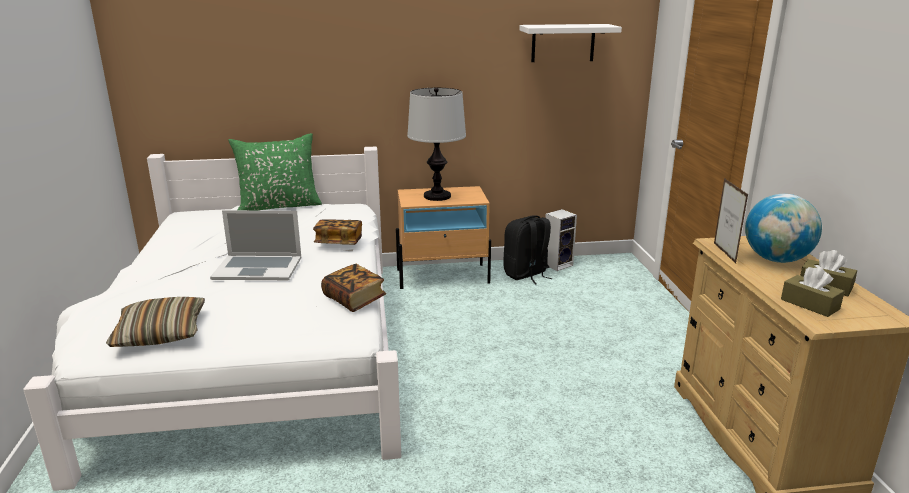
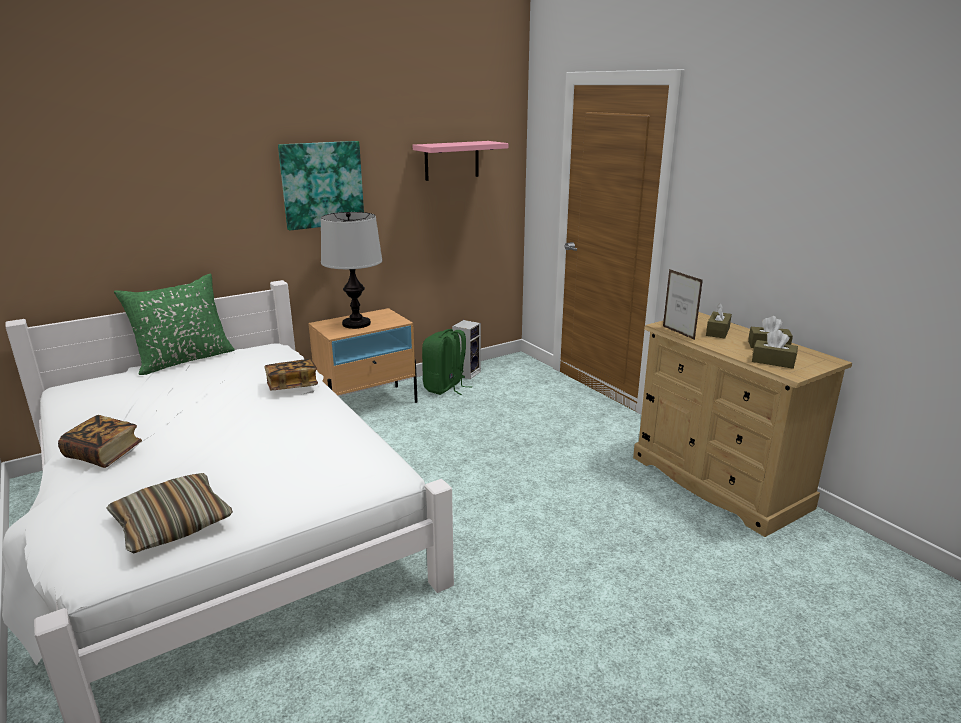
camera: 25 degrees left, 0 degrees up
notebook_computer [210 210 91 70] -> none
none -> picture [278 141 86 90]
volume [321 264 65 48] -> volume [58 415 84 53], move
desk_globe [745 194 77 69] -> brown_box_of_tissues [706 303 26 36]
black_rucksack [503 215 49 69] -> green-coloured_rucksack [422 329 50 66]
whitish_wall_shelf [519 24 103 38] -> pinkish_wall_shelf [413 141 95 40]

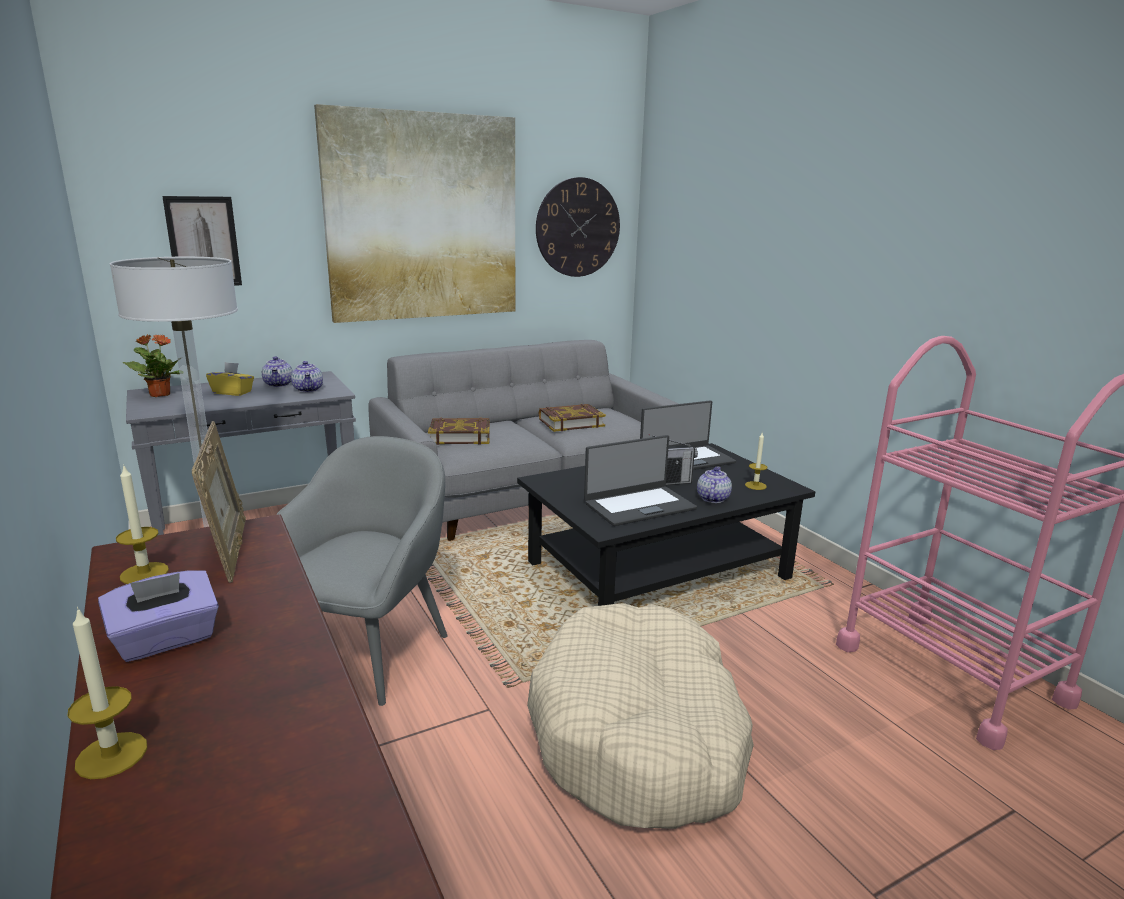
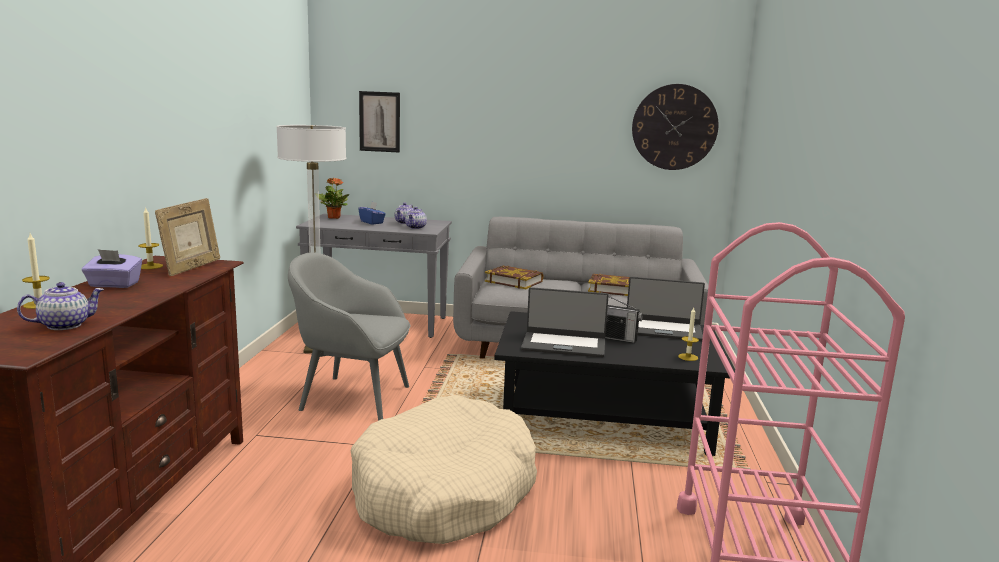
camera: 35 degrees right, 5 degrees down
picture [314 104 201 219] -> none
teapot [697 466 35 37] -> teapot [17 282 87 48], move
yellow_box_of_tissues [206 362 48 34] -> blue-coloured_box_of_tissues [358 202 28 23]
grey_easy_chair [276 436 172 270] -> grey_easy_chair [288 252 123 168], 135 degrees counterclockwise

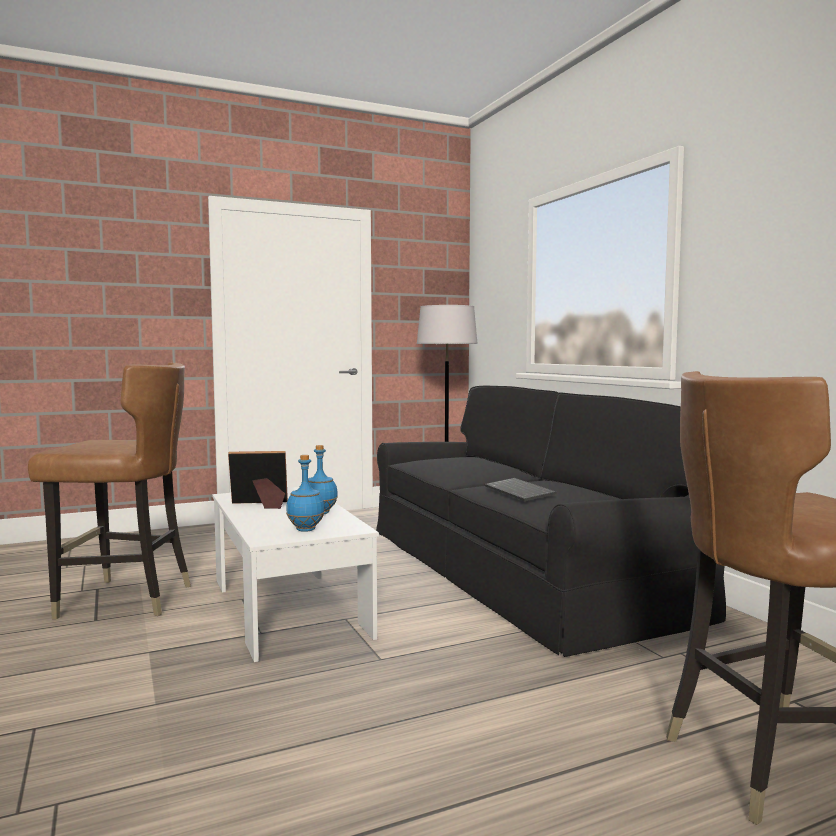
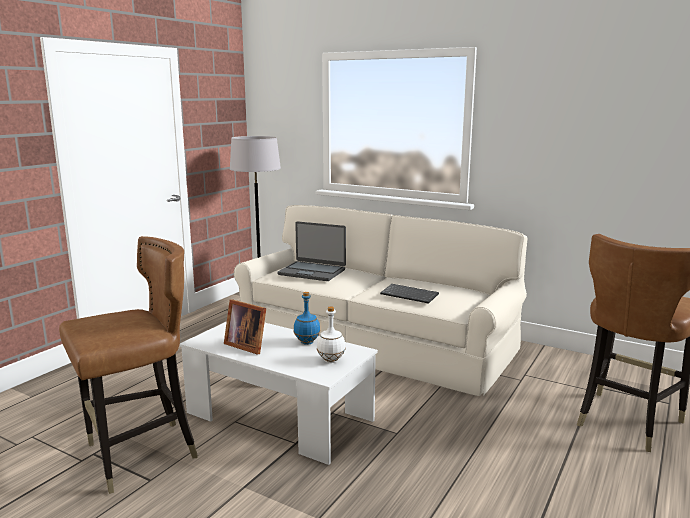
camera: 35 degrees left, 10 degrees up
none -> notebook_computer [277 221 69 60]
blue-coloured_beverage_bottle [286 455 39 77] -> whitish_beverage_bottle [317 307 28 56]
black_couch [376 386 350 271] -> beige-coloured_couch [234 205 293 191]
photo_frame [228 451 60 58] -> photo_frame [224 299 42 56], 105 degrees counterclockwise

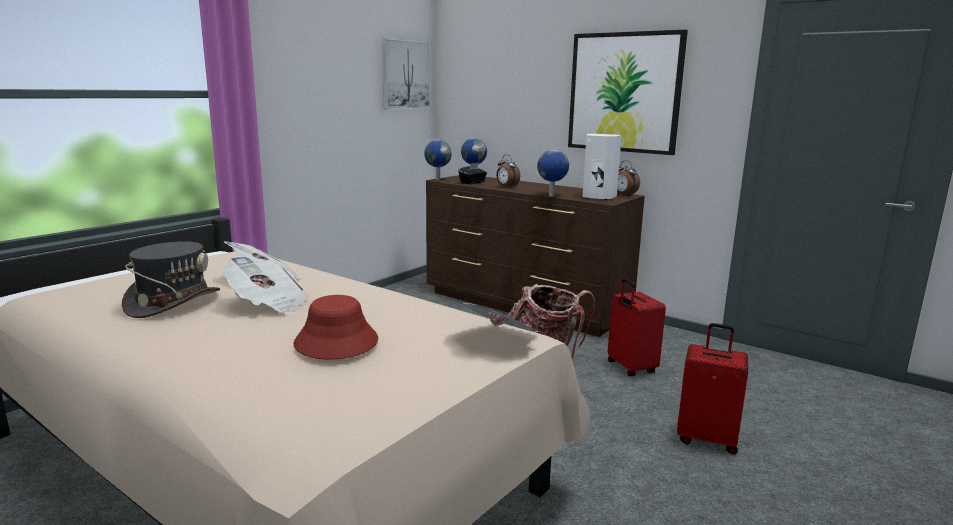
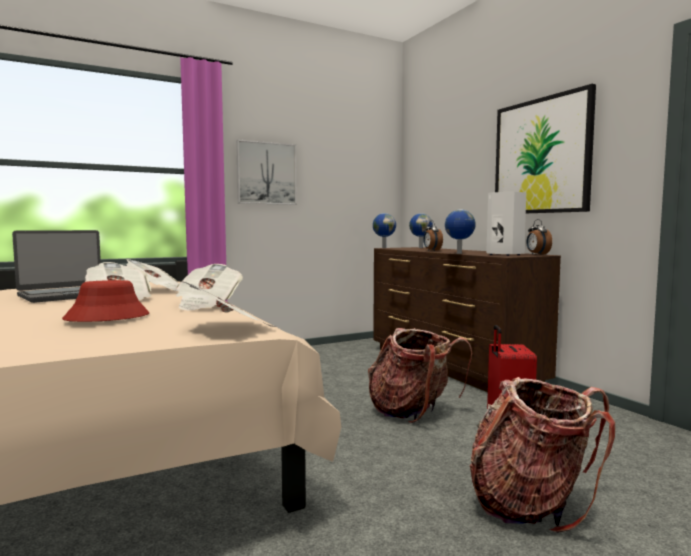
camera: 25 degrees right, 10 degrees down
black_box_of_tissues [458 163 29 21] -> none
none -> printed_paper [176 264 67 46]
picture [382 38 49 72] -> picture [236 140 61 65], move
grey_hat [122 241 98 77] -> notebook_computer [12 230 89 73]
red_suitcase [677 323 71 132] -> rucksack [470 377 145 156]

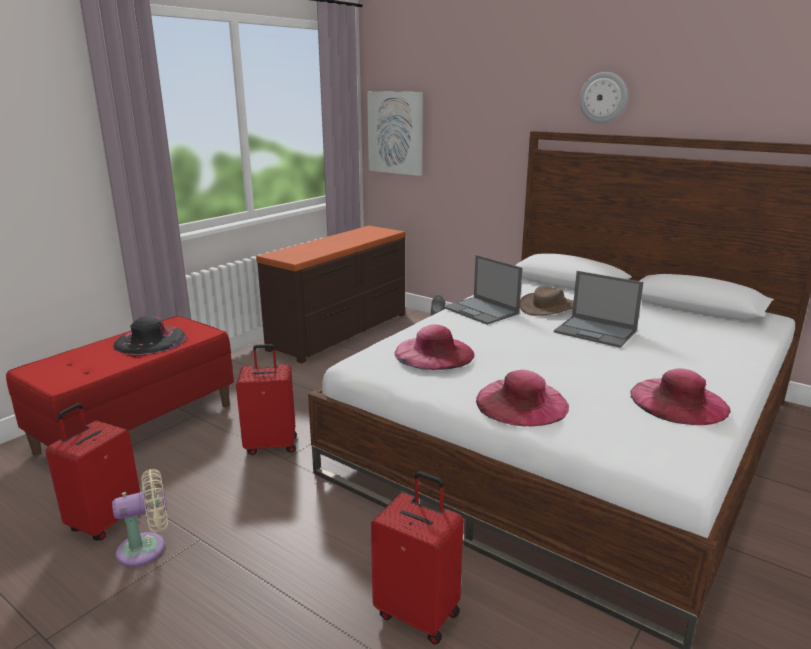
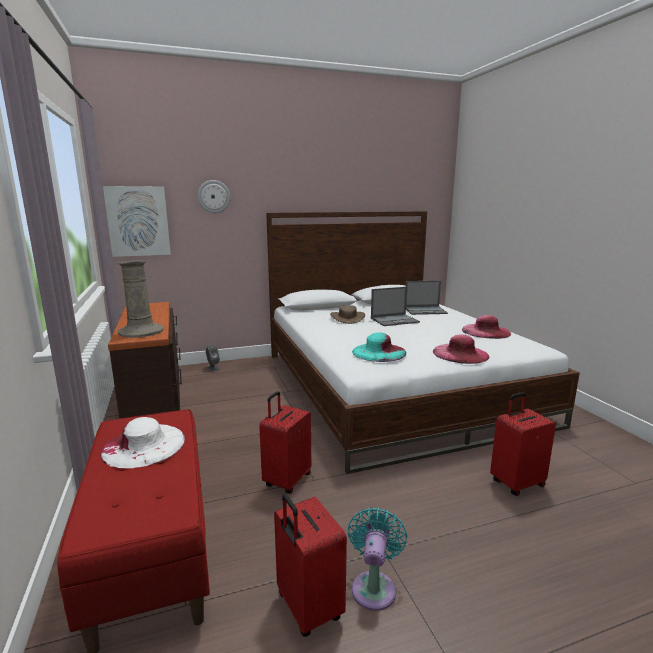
camera: 55 degrees left, 5 degrees down
none -> beige-coloured_vase [118 261 46 77]
notebook_computer [443 255 79 70] -> notebook_computer [406 281 42 34], move
hanging_clock [580 72 47 51] -> hanging_clock [198 180 33 33], move
beige-coloured_fan [112 469 56 98] -> turquoise-coloured_fan [348 507 59 104]
black_hat [113 316 74 39] -> whitish_hat [100 417 85 51]
pinkish_hat [395 324 80 46] -> turquoise-coloured_hat [352 332 54 30]

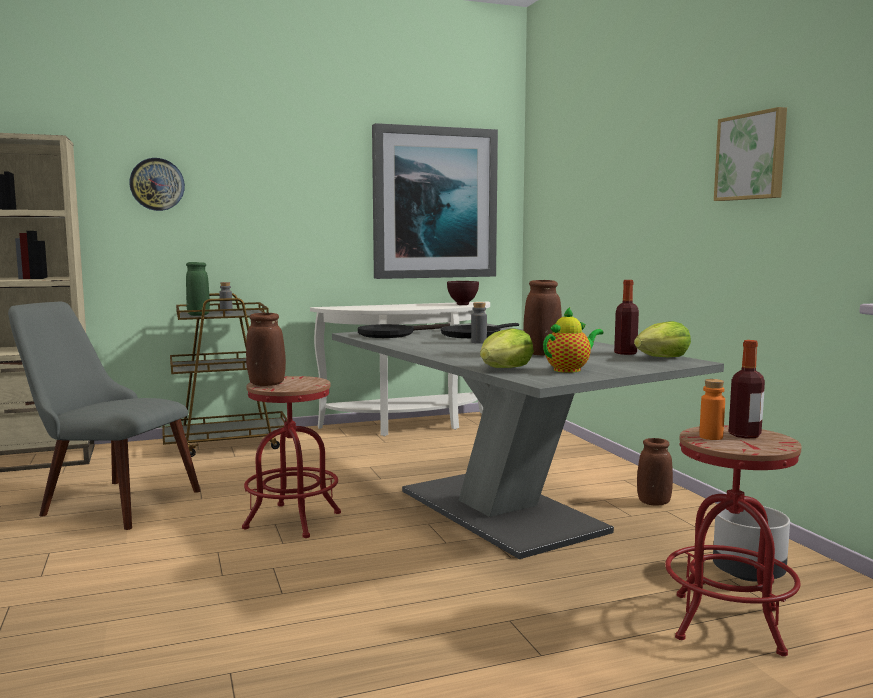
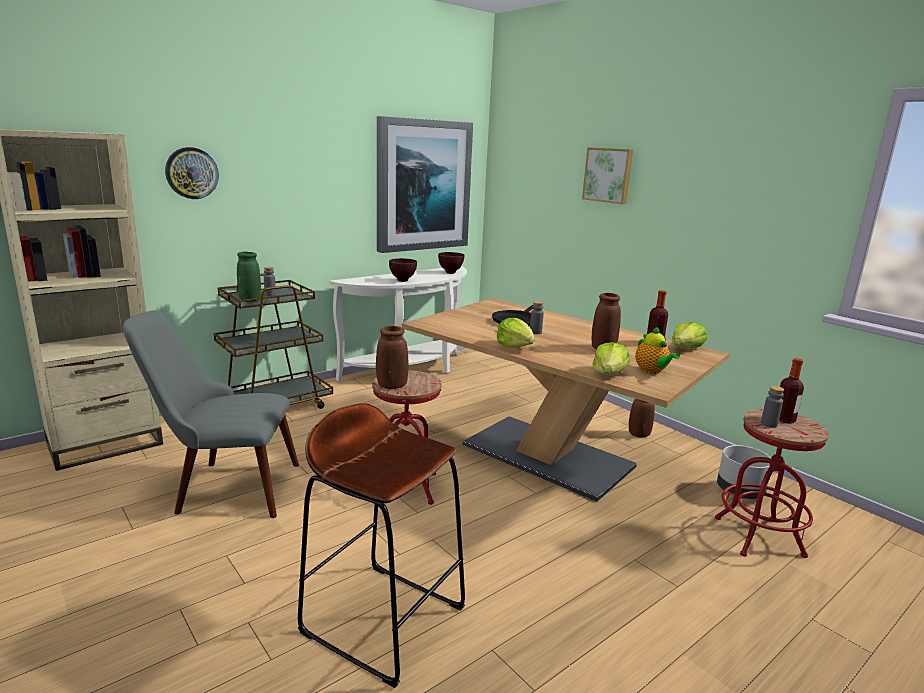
camera: 20 degrees left, 10 degrees up
black_frying_pan [358 323 92 15] -> none
none -> brown_stool [298 403 167 285]
none -> brown_bowl [389 258 28 24]
none -> lettuce [497 318 38 29]
picture [714 107 73 94] -> picture [582 147 51 57], move
grey_kitchen_table [332 323 392 236] -> brown_kitchen_table [402 298 328 203]
orange-coloured_beverage_bottle [699 379 26 61] -> grey_beverage_bottle [761 386 23 42]
teapot [543 307 61 66] -> teapot [635 326 45 48], 120 degrees clockwise

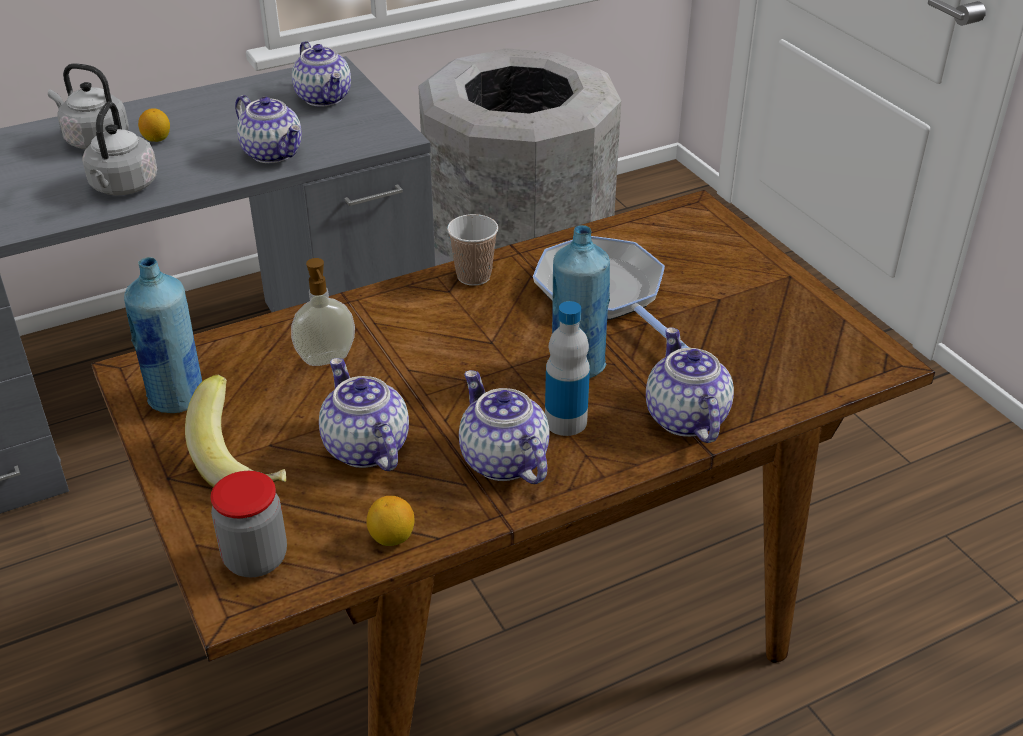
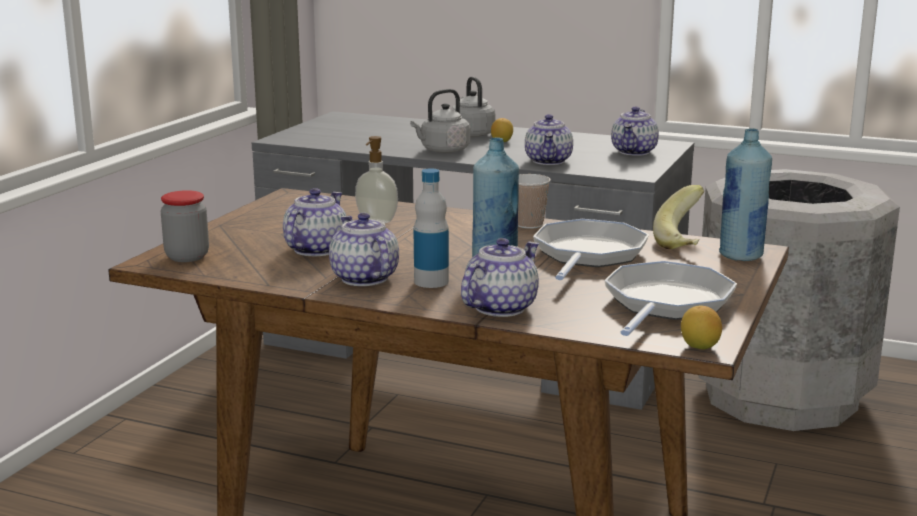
camera: 50 degrees right, 20 degrees down
none -> frying_pan [605 261 132 75]
blue-coloured_beverage_bottle [124 257 78 156] -> blue-coloured_beverage_bottle [719 128 53 133], move
whole_banana [185 375 101 112] -> whole_banana [653 185 51 64], move
citrus_fruit [367 496 48 50] -> citrus_fruit [681 306 41 43], move
teapot [459 370 90 114] -> teapot [329 213 70 73], 45 degrees counterclockwise

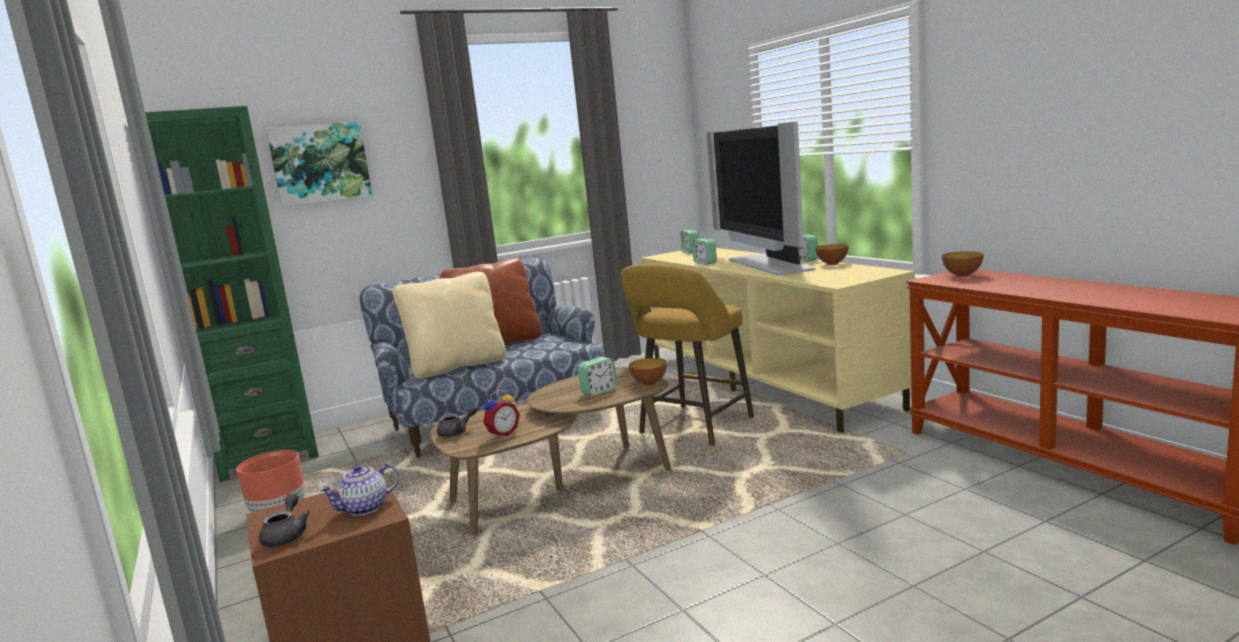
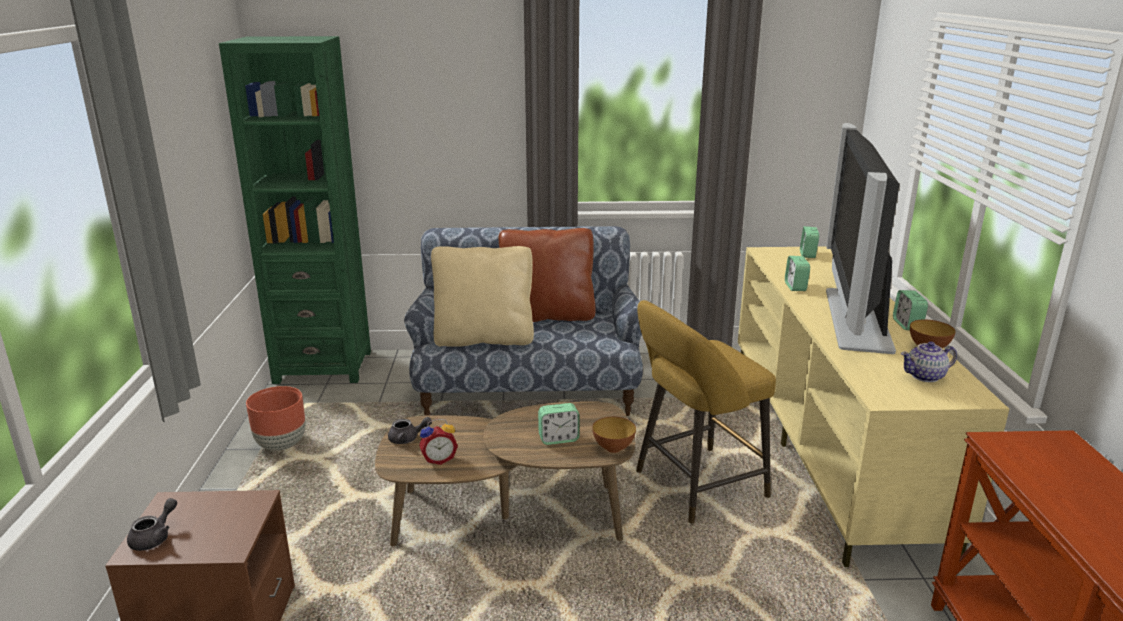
camera: 25 degrees right, 10 degrees up
picture [266 121 107 86] -> none
bowl [942 252 42 25] -> none
teapot [319 463 80 53] -> teapot [901 341 56 41], move

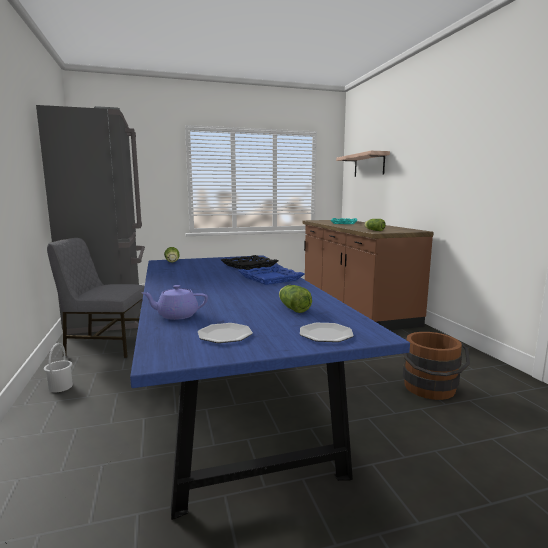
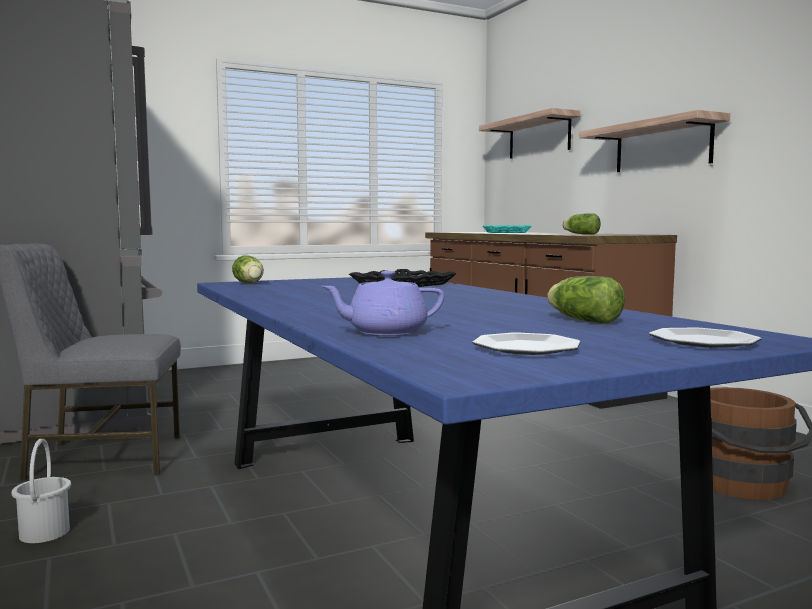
camera: 10 degrees left, 5 degrees down
blue-coloured_serving_tray [238 265 67 20] -> none
none -> wall_shelf [579 110 151 62]

